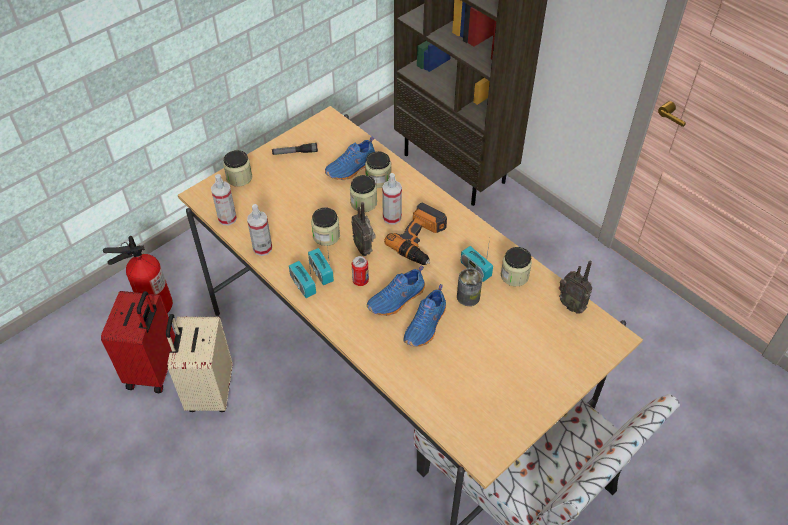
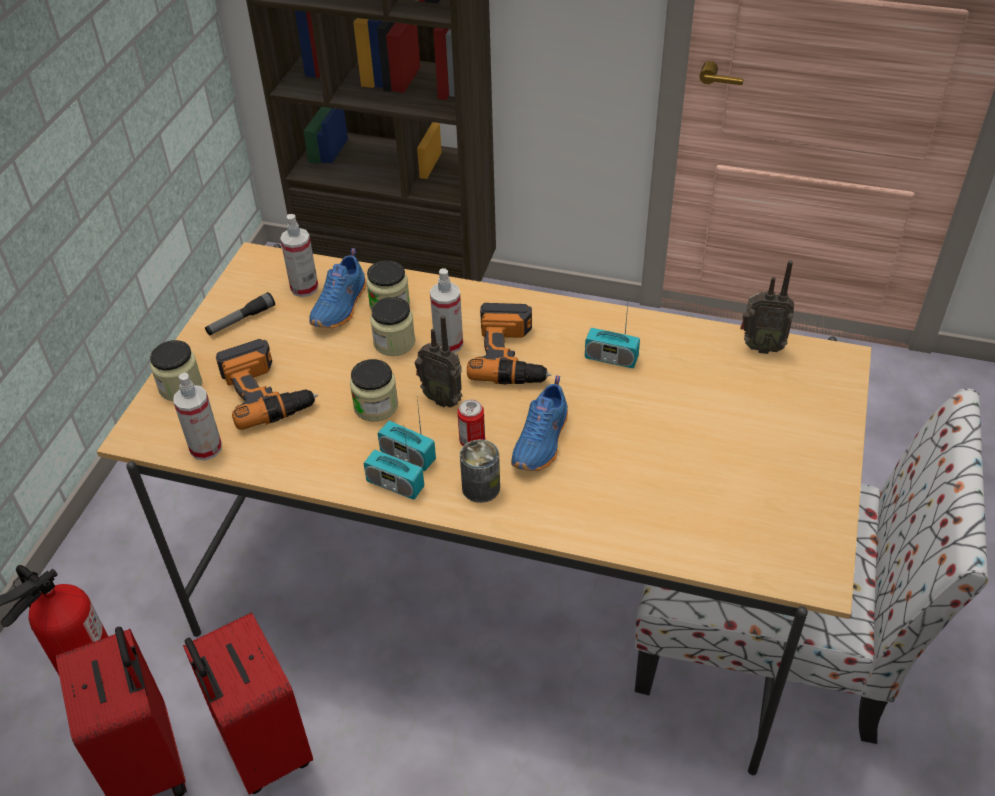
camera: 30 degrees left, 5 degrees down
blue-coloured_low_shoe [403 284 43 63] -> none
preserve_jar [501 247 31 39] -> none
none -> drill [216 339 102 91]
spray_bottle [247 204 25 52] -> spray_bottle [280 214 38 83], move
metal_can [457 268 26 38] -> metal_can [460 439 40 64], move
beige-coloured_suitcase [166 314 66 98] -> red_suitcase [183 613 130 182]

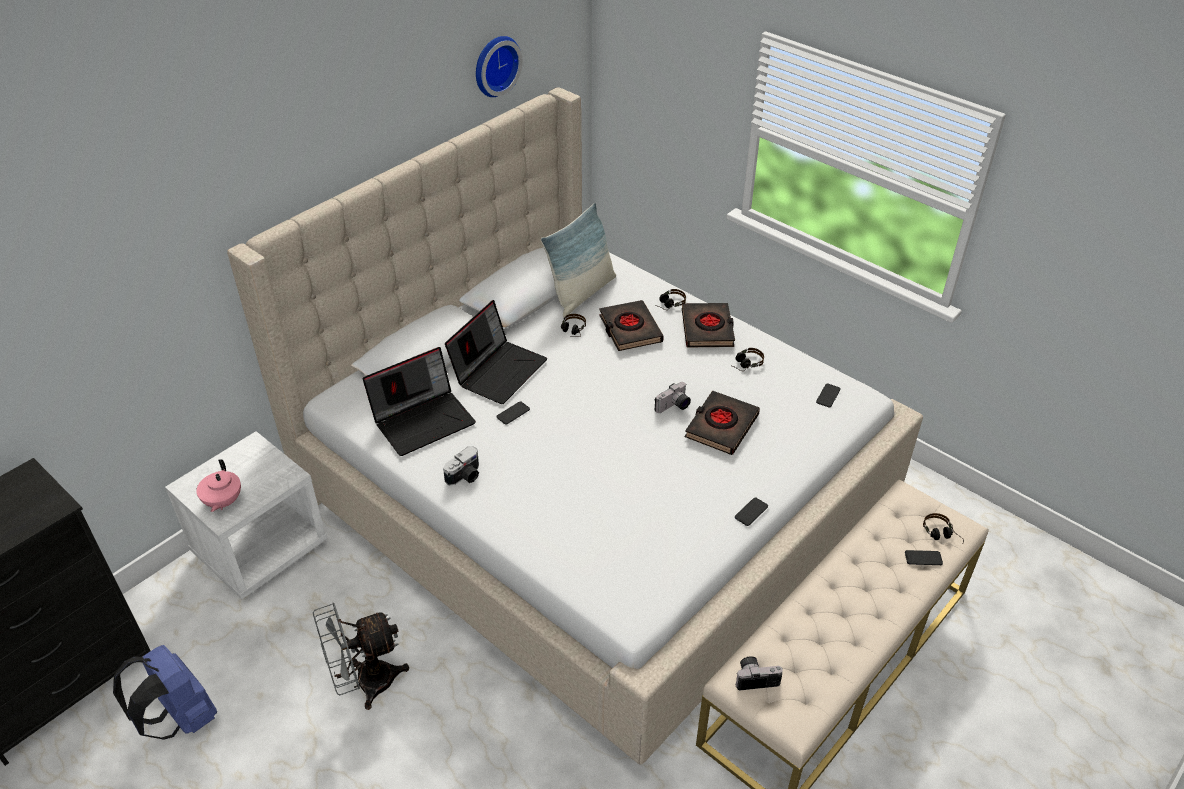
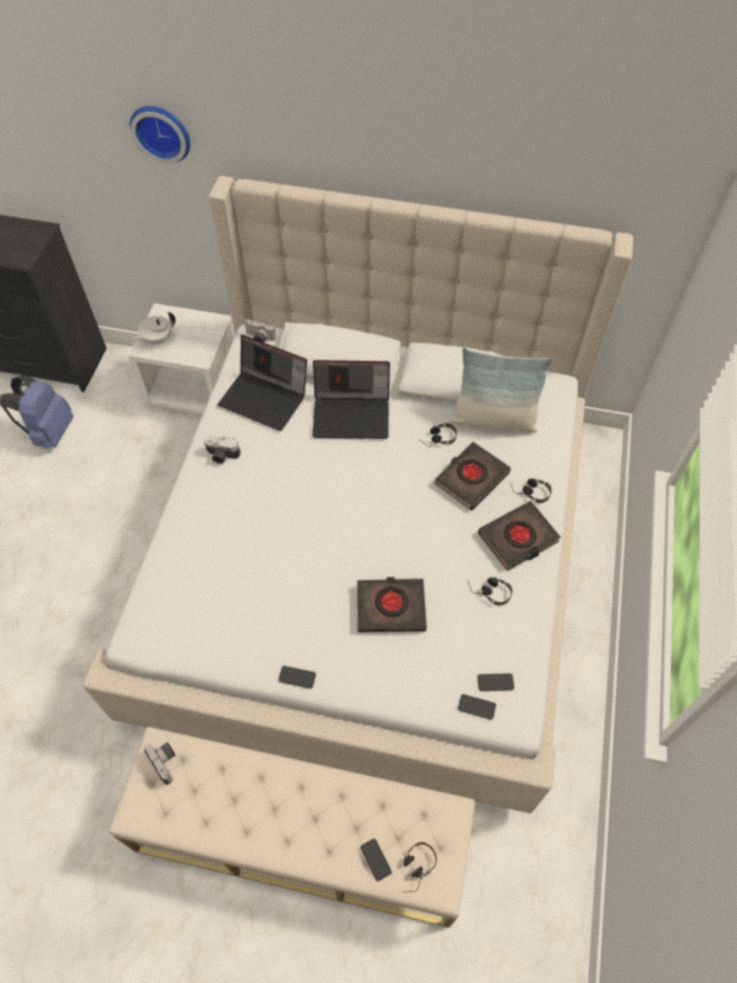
camera: 60 degrees right, 15 degrees up
grey_fan [313 603 96 107] -> none
hanging_clock [476 36 46 61] -> hanging_clock [130 106 60 57], move
handset [496 401 34 23] -> handset [458 694 38 26], move
still_camera [655 382 36 31] -> still_camera [245 319 31 24], move
pinkish_teapot [196 459 45 53] -> whitish_teapot [131 312 44 32]

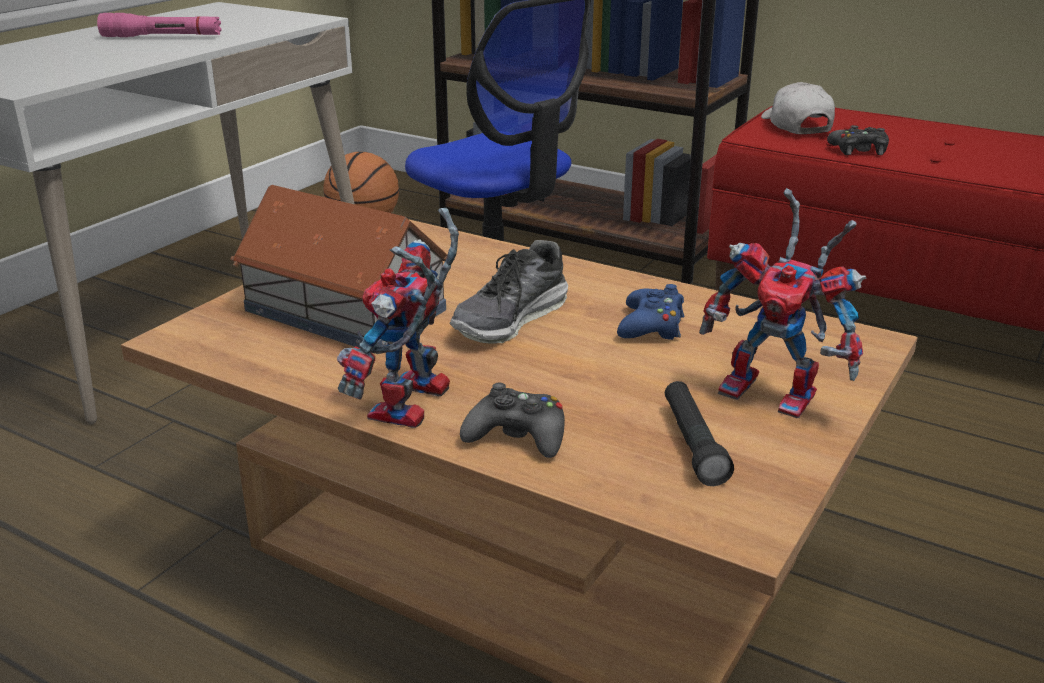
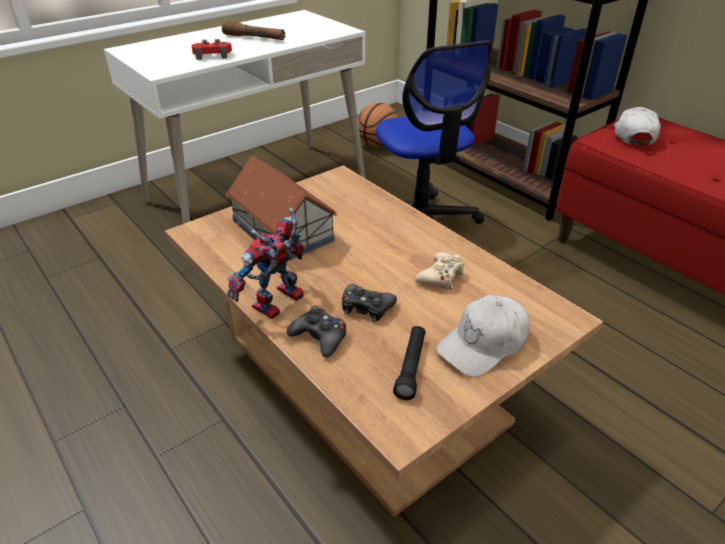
camera: 20 degrees right, 10 degrees up
low_shoe [450 240 118 104] -> none
none -> red_game_controller [191 39 41 21]
black_game_controller [827 125 62 30] -> black_game_controller [342 284 55 39], move
toy_robot [699 188 168 230] -> whitish_cap [436 295 94 82]
pinkish_hand_torch [97 13 125 24] -> brown_hand_torch [222 21 63 19]
blue-coloured_game_controller [617 284 67 56] -> beige-coloured_game_controller [415 252 49 38]

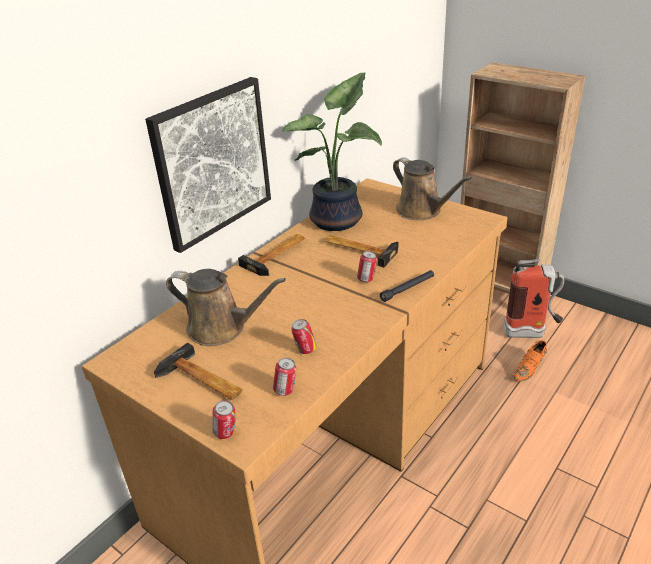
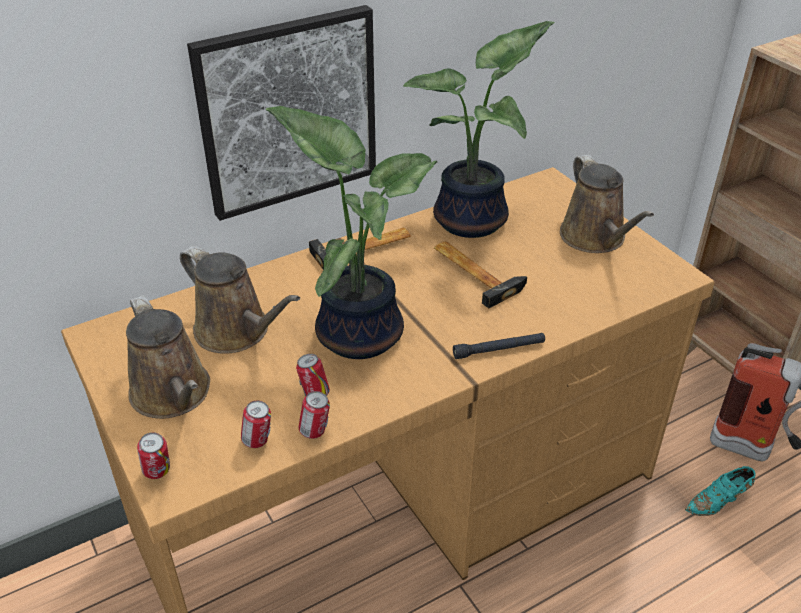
camera: 20 degrees right, 5 degrees up
none -> potted_plant [266 106 171 253]
metal_can [357 251 20 31] -> metal_can [299 391 31 48], move
hammer [154 343 89 57] -> brown_watering_pot [126 295 84 124]
orange-coloured_low_shoe [514 340 33 41] -> turquoise-coloured_low_shoe [685 466 71 50]

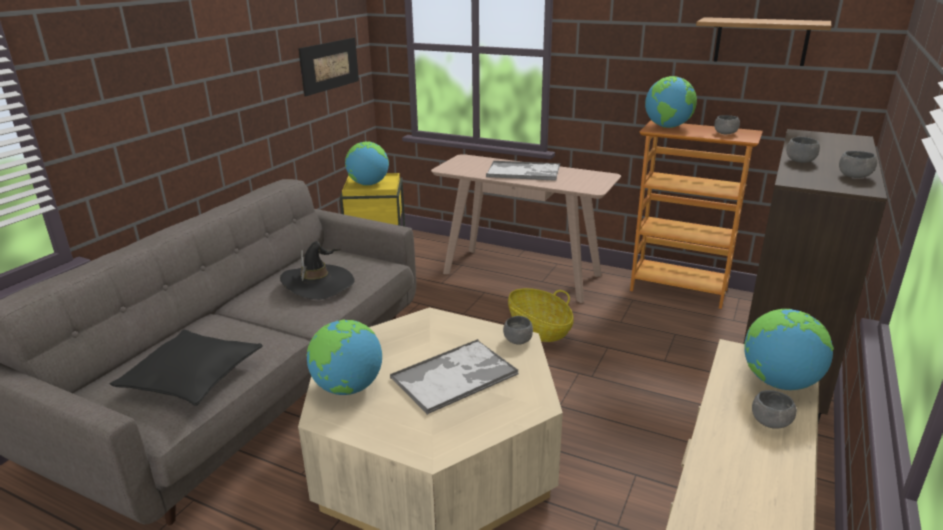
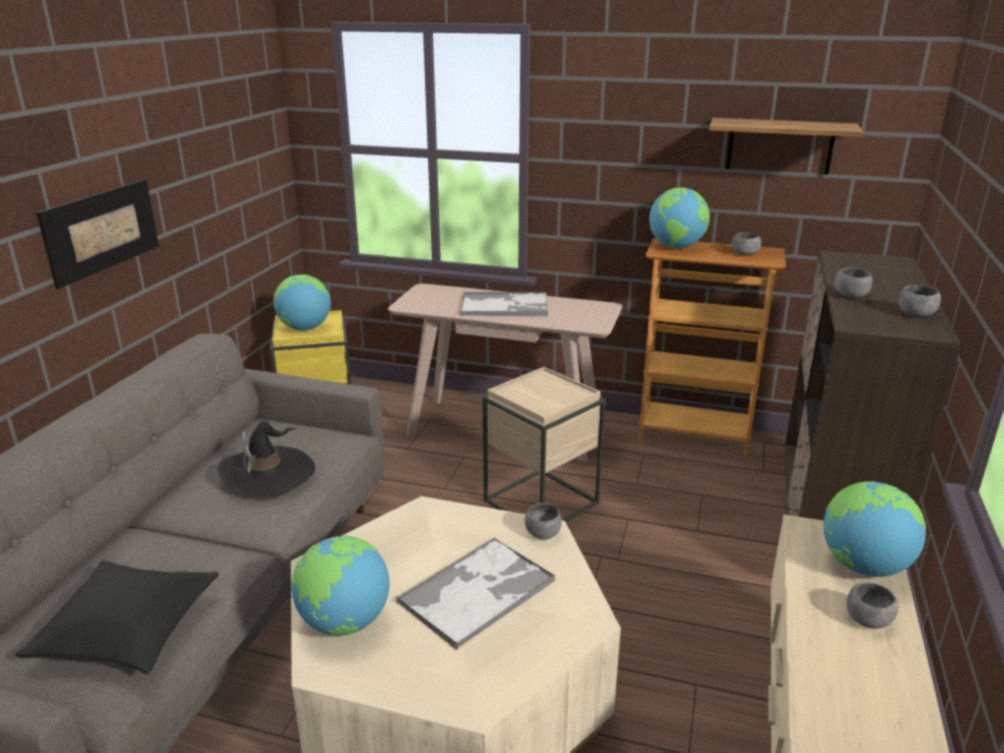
camera: 10 degrees left, 0 degrees up
picture [298 38 61 58] -> picture [36 179 123 110], move
household_basket [508 288 65 54] -> beige-coloured_accent_table [483 367 122 155]

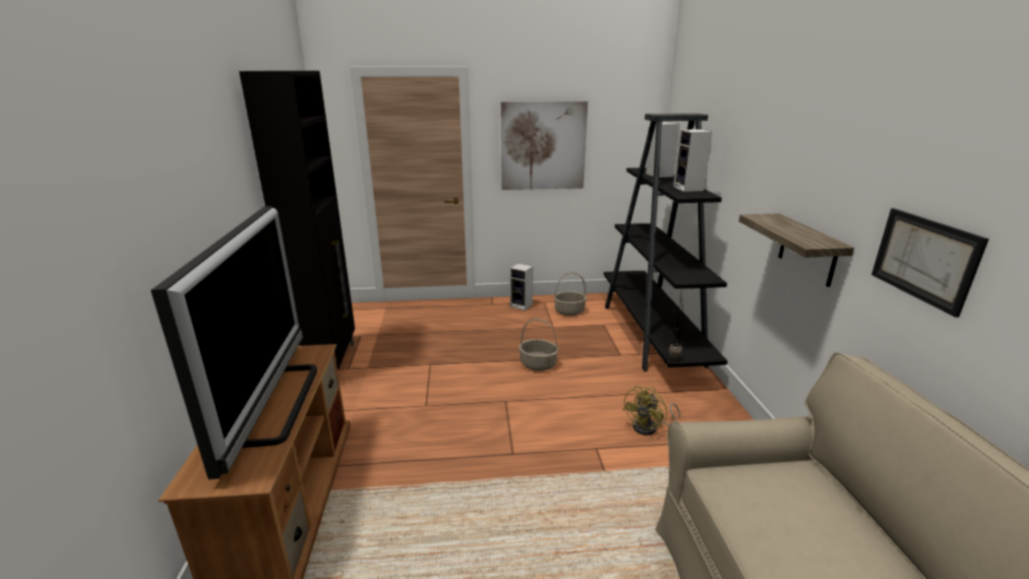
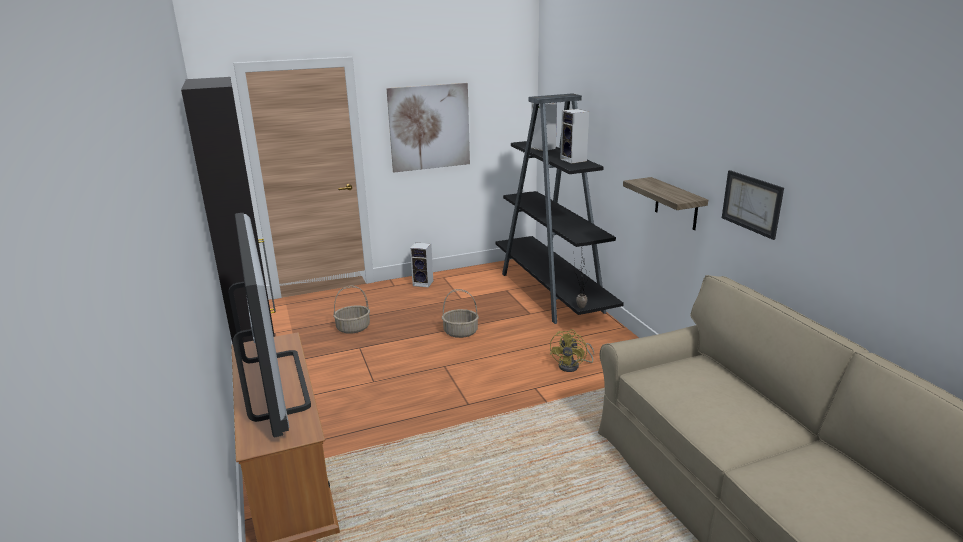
camera: 15 degrees left, 0 degrees up
household_basket [554 272 33 44] -> household_basket [333 286 37 48], move

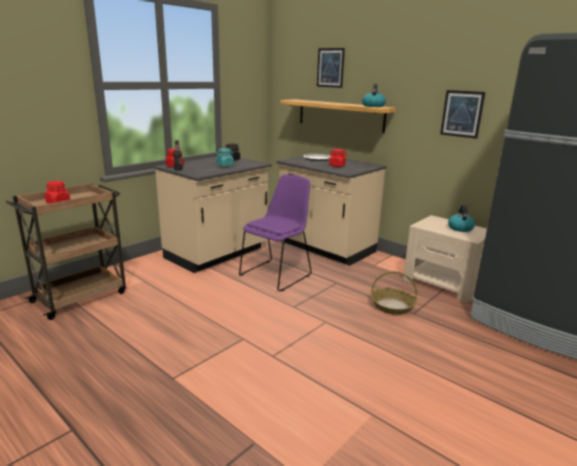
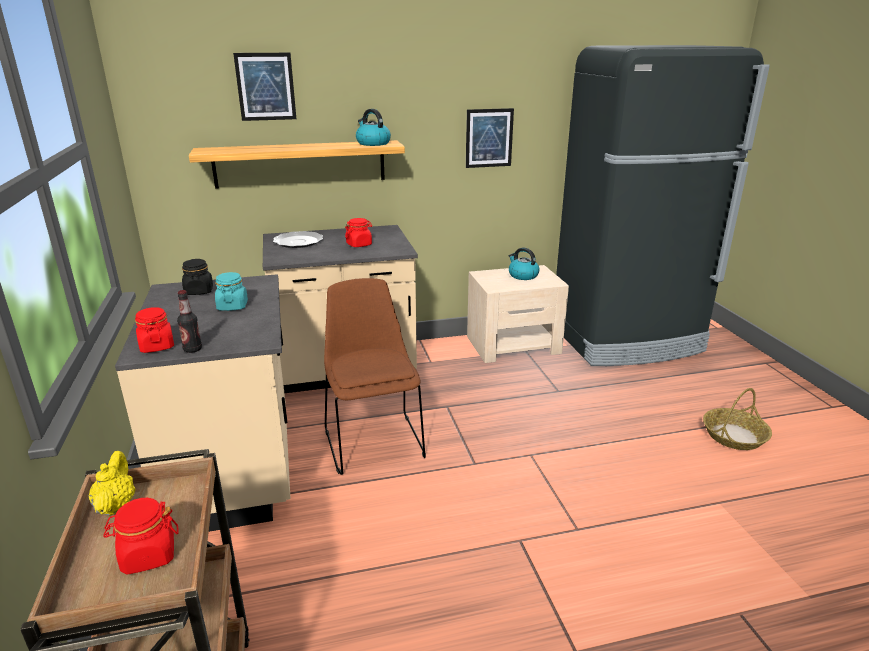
camera: 55 degrees left, 5 degrees up
none -> yellow_teapot [89 451 46 65]
household_basket [371 271 47 44] -> household_basket [703 388 69 62], move
purplish_upright_chair [239 174 73 117] -> brown_upright_chair [324 278 102 197]

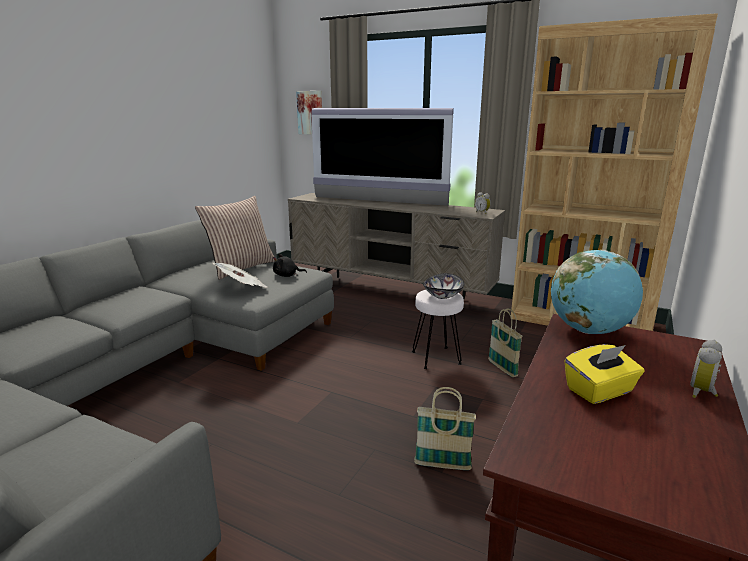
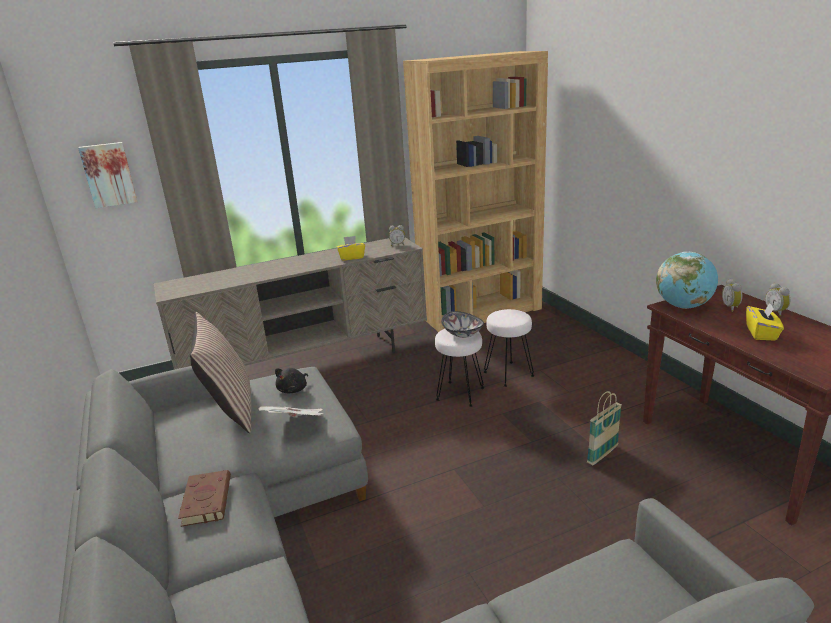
camera: 50 degrees left, 5 degrees up
TV_set [311 108 143 98] -> none
none -> brown_volume [178 470 53 57]
none -> yellow_box_of_tissues [337 236 28 25]
none -> alarm_clock [722 279 20 33]
household_basket [488 309 35 68] -> whitish_stool [484 309 50 78]

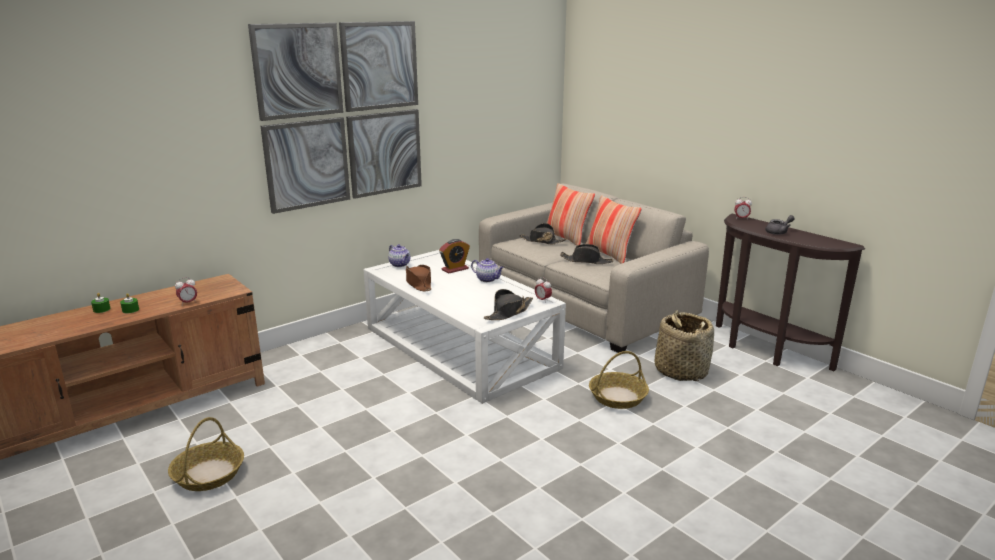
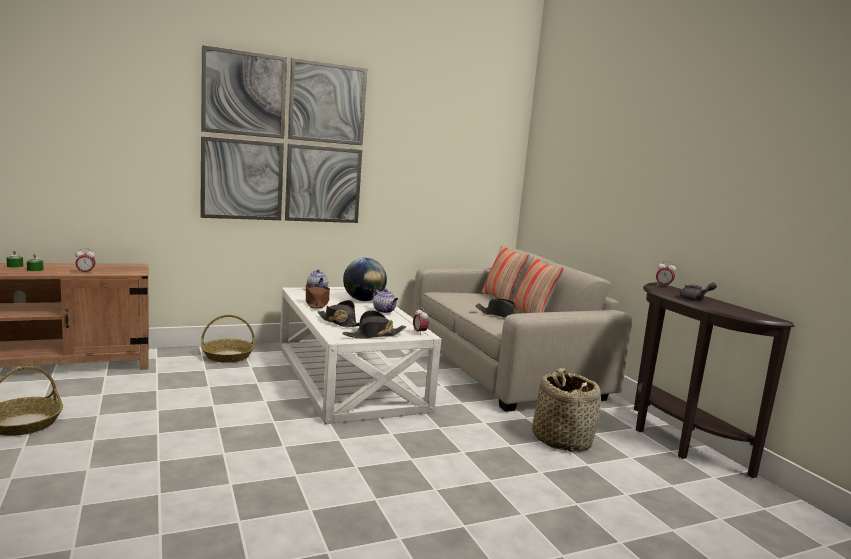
camera: 15 degrees right, 10 degrees down
black_hat [520 223 47 21] -> black_hat [318 300 41 27], move
household_basket [589 351 60 58] -> household_basket [201 315 54 48], move
alarm_clock [439 239 31 35] -> desk_globe [343 258 44 43]

